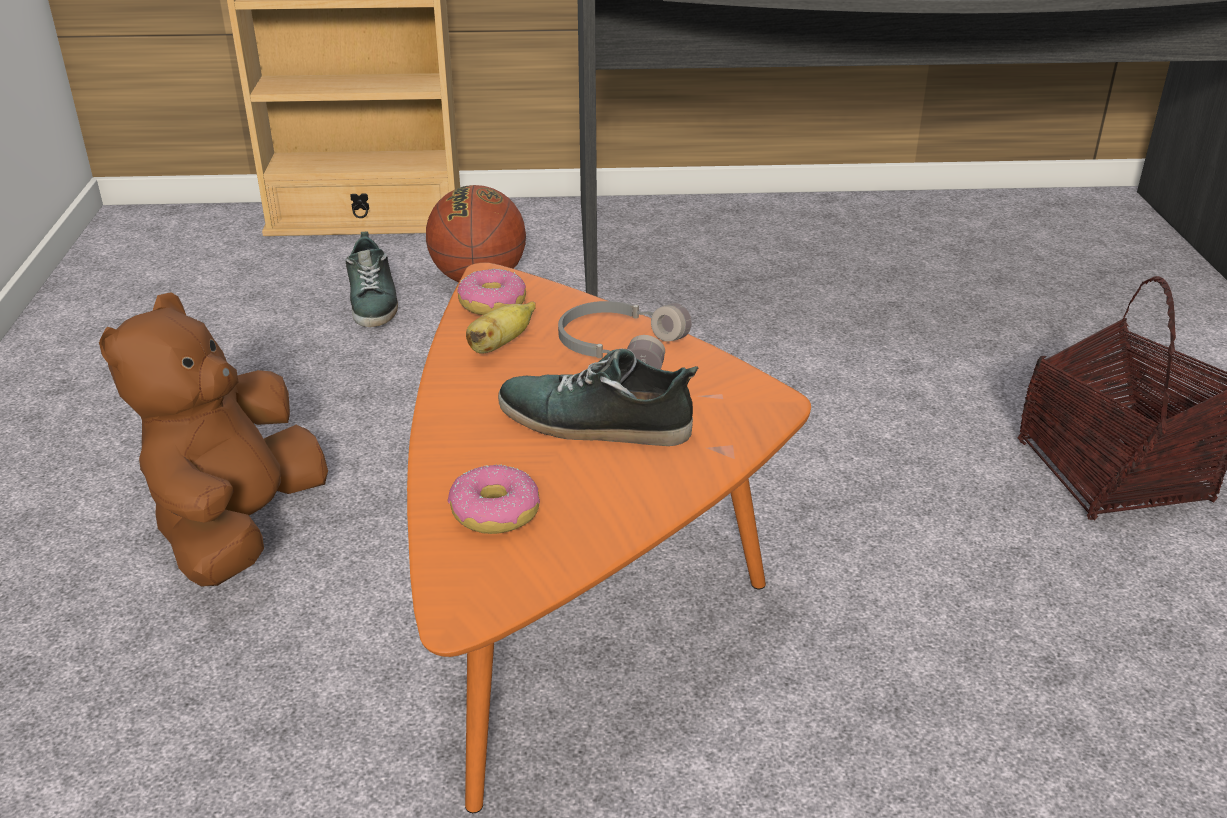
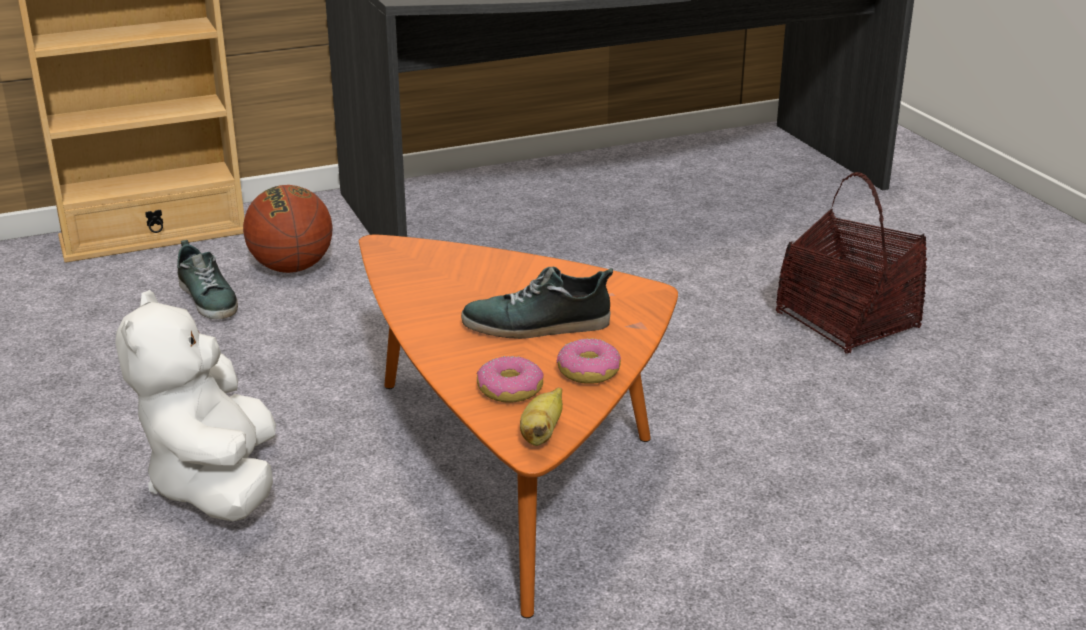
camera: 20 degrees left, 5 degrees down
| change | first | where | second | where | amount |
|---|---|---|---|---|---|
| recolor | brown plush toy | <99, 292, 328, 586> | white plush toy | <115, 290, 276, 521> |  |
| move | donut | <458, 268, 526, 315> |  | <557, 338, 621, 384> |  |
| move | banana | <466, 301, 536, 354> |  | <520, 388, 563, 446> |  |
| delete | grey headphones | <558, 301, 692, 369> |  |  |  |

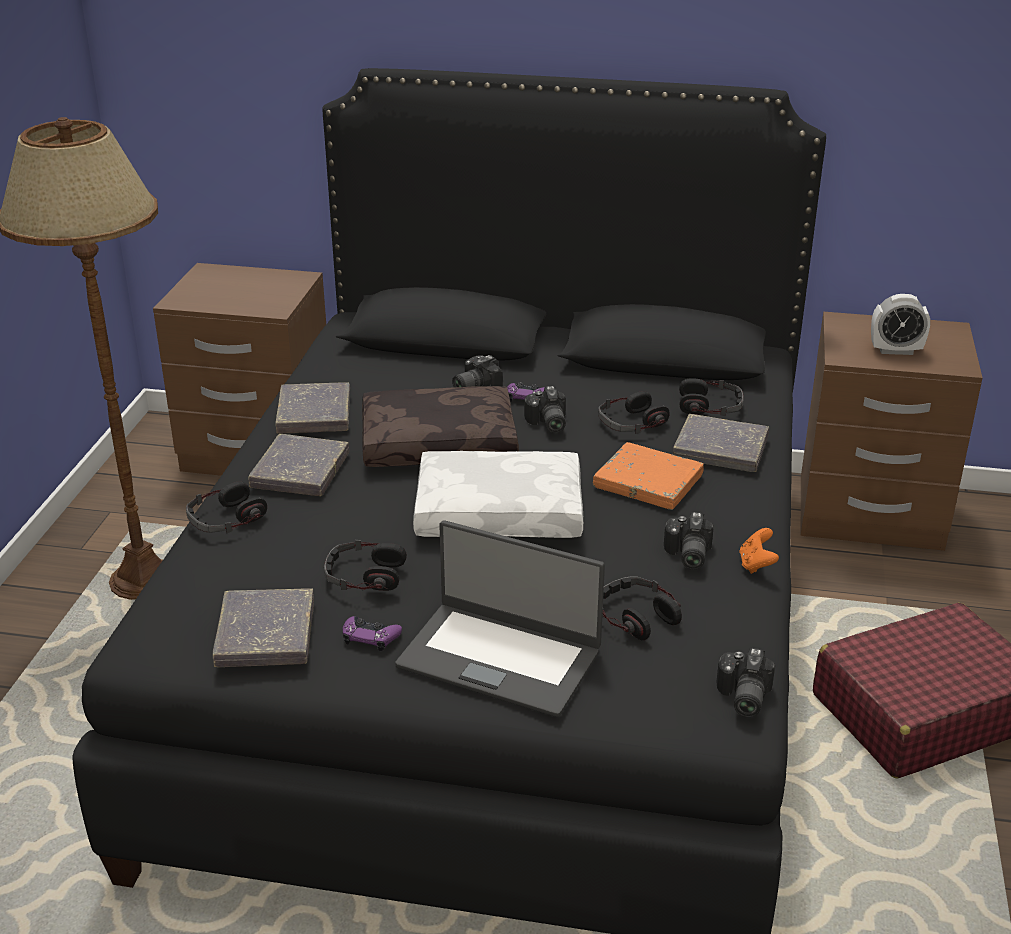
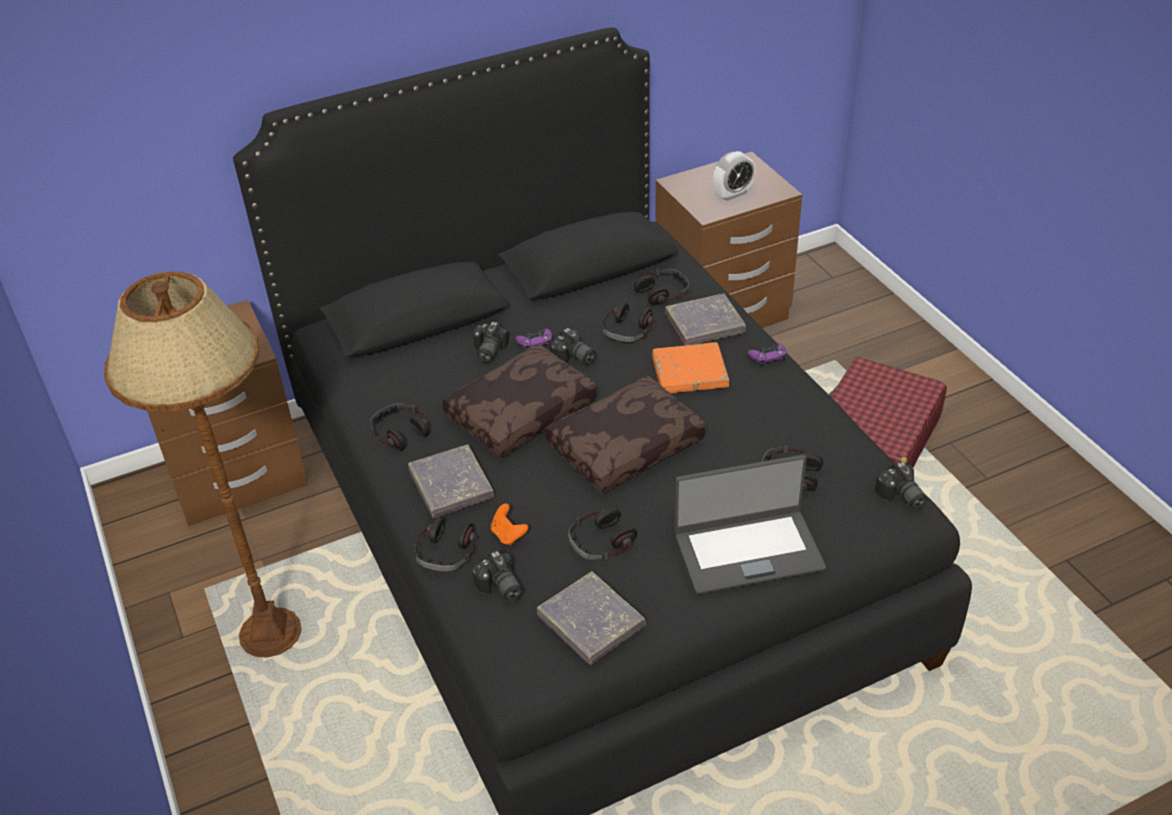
camera: 35 degrees left, 10 degrees up
| change | first | where | second | where | amount |
|---|---|---|---|---|---|
| replace | grey book | <275, 382, 350, 434> | headphones | <370, 403, 429, 450> |  |
| move | purple game controller | <343, 616, 402, 651> |  | <748, 343, 787, 367> |  |
| recolor | white pillow | <413, 451, 583, 538> | brown pillow | <545, 376, 706, 493> |  |
| move | photo camera | <664, 512, 714, 570> |  | <472, 550, 523, 602> |  |
| move | orange game controller | <739, 528, 779, 574> |  | <491, 504, 529, 545> |  |

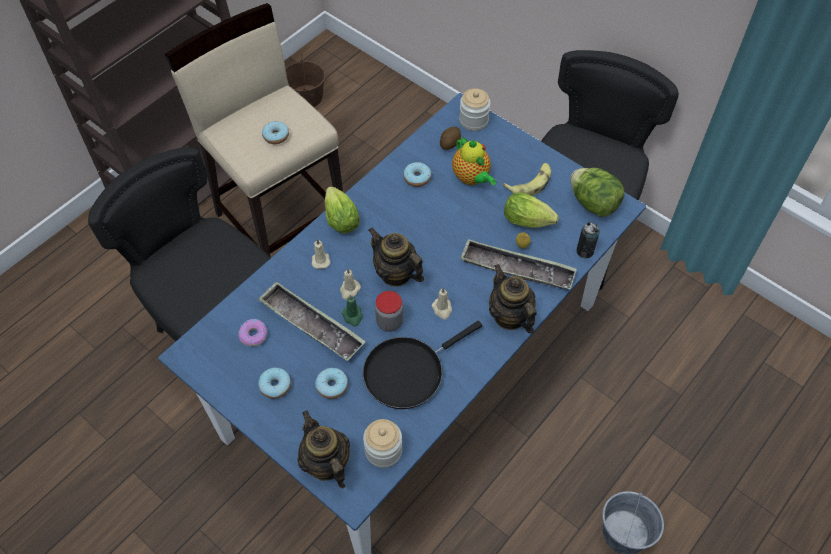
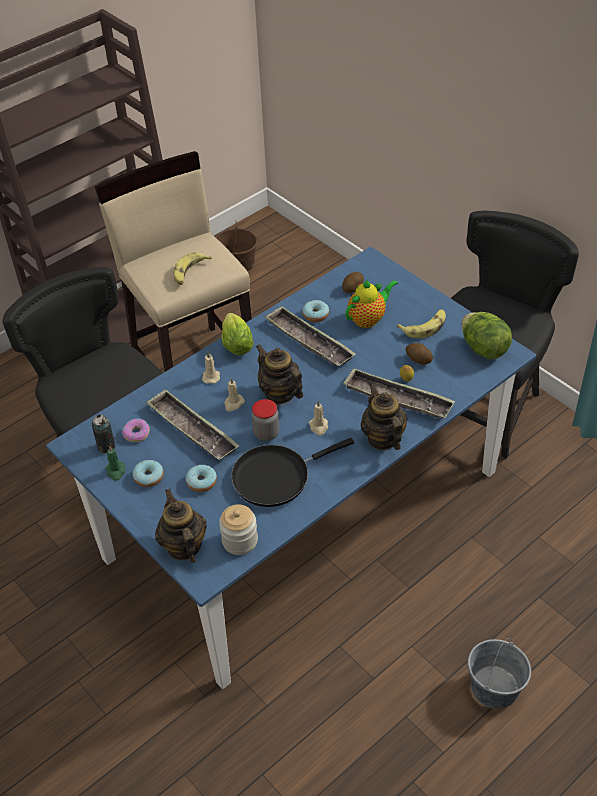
camera: 10 degrees right, 10 degrees down
| change | first | where | second | where | amount |
|---|---|---|---|---|---|
| replace | donut | <262, 121, 289, 144> | banana | <173, 252, 212, 285> |  |
| move | green candle | <342, 295, 362, 326> |  | <105, 445, 125, 481> |  |
| rotate | teapot | <452, 137, 496, 185> |  | <345, 280, 398, 328> | 105 degrees counterclockwise |
| delete | jar | <459, 88, 491, 131> |  |  |  |
| replace | lettuce | <504, 192, 559, 228> | potato | <406, 343, 433, 365> |  |
| move | can | <577, 222, 600, 258> |  | <92, 415, 116, 453> |  |
| insert |  |  | tray | <265, 306, 356, 366> |  |

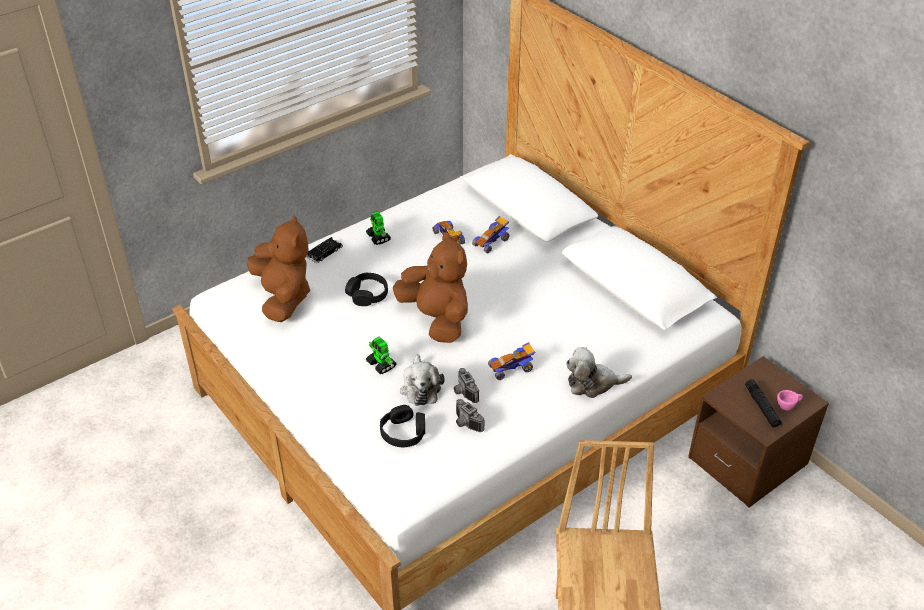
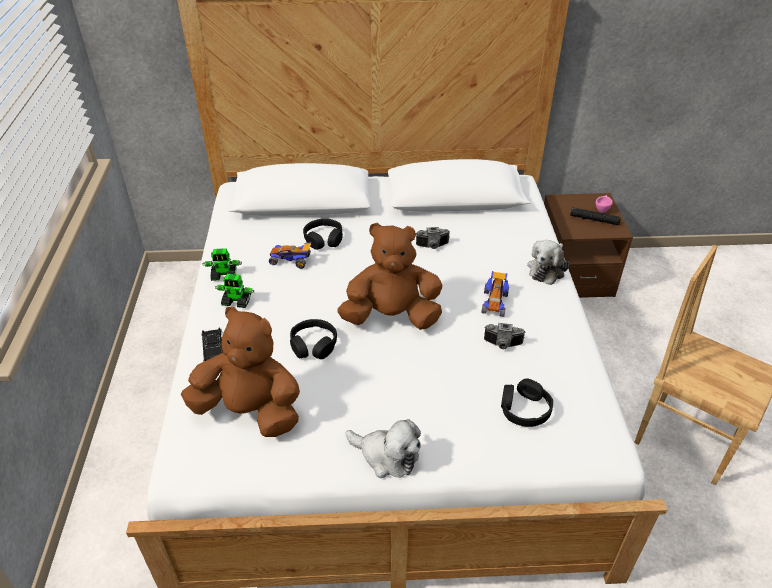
camera: 55 degrees left, 0 degrees up
| change | first | where | second | where | amount |
|---|---|---|---|---|---|
| move | toy robot | <366, 336, 397, 374> |  | <202, 248, 242, 281> |  |
| move | plush toy | <400, 354, 445, 406> |  | <346, 419, 421, 478> |  |
| move | photo camera | <456, 399, 484, 432> |  | <416, 227, 450, 249> |  |
| replace | toy car | <472, 216, 510, 253> | black headphones | <303, 219, 343, 250> |  |

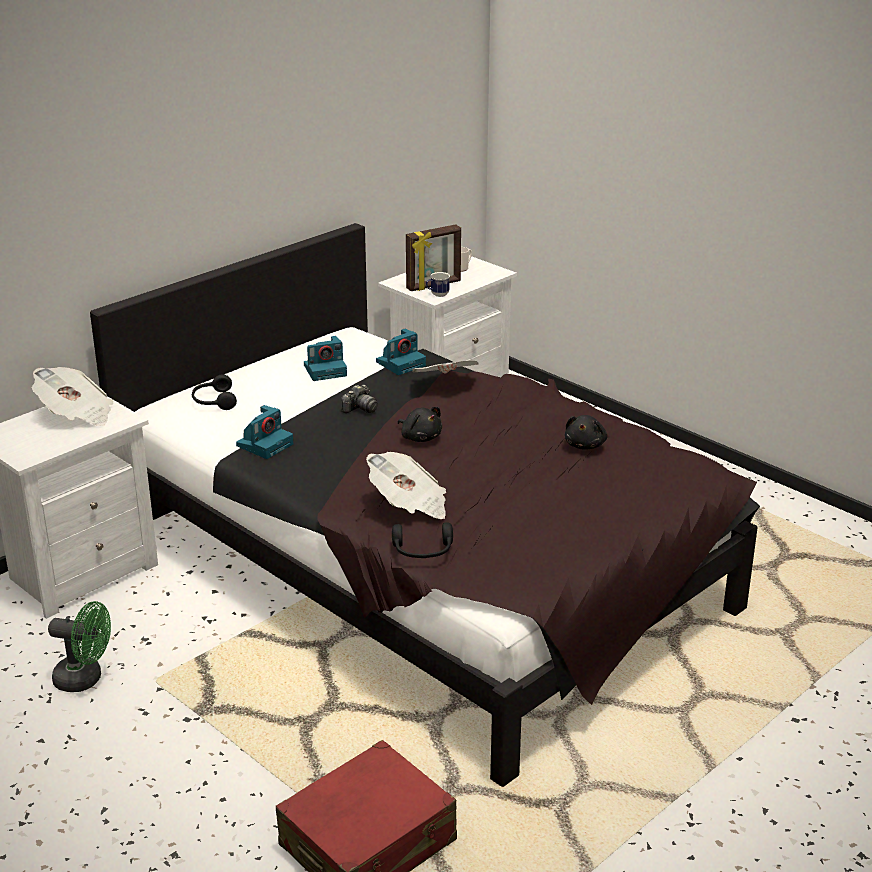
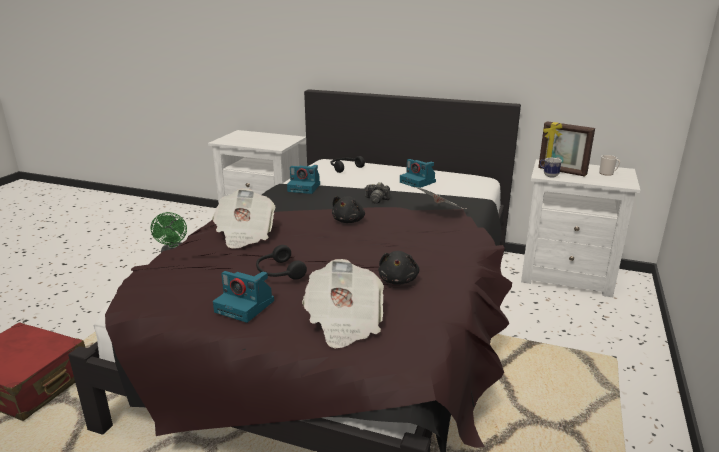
camera: 65 degrees right, 5 degrees down
| change | first | where | second | where | amount |
|---|---|---|---|---|---|
| move | newspaper | <32, 367, 113, 426> |  | <302, 259, 384, 349> |  |
| move | photo camera | <376, 329, 426, 375> |  | <213, 271, 274, 323> |  |
| move | black headphones | <392, 522, 453, 558> |  | <256, 245, 307, 280> |  |
| rotate | black plush toy | <565, 415, 607, 450> |  | <378, 251, 419, 285> | 75 degrees counterclockwise |

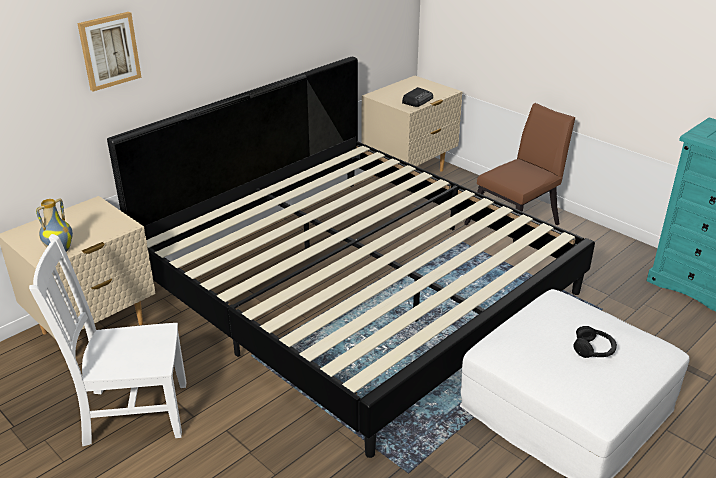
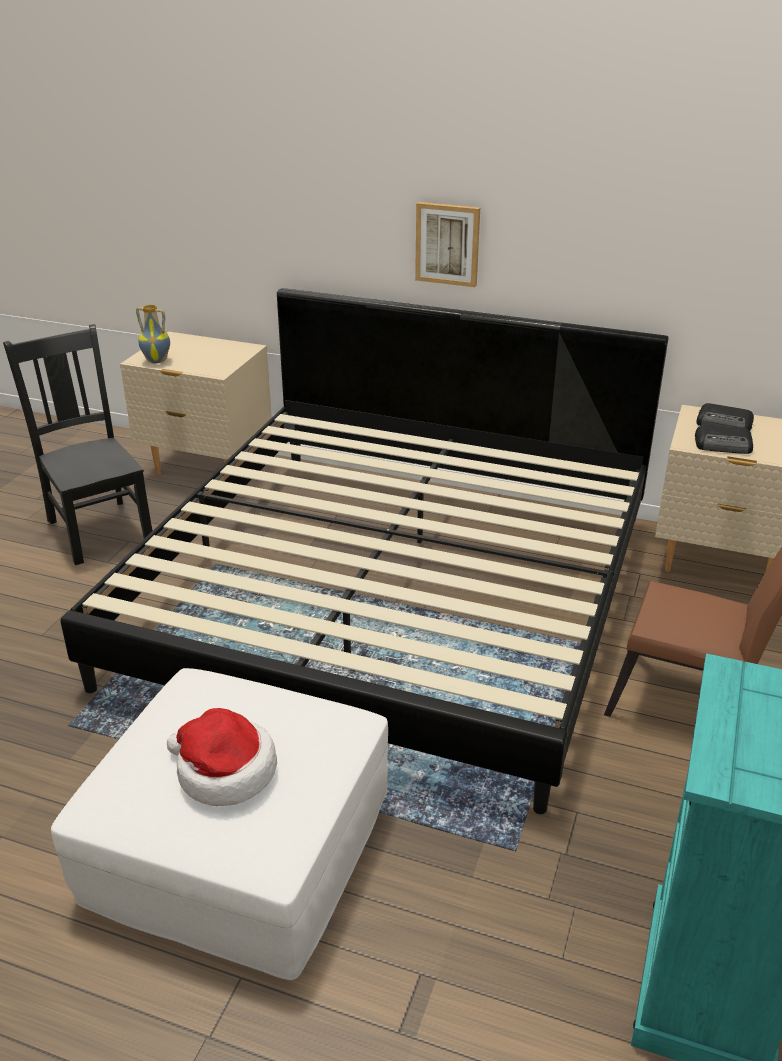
camera: 65 degrees right, 0 degrees up
| change | first | where | second | where | amount |
|---|---|---|---|---|---|
| recolor | white chair | <29, 234, 186, 446> | black chair | <3, 324, 152, 565> |  |
| move | picture | <77, 12, 142, 91> |  | <415, 202, 480, 287> |  |
| replace | black headphones | <574, 326, 617, 358> | hat | <167, 708, 277, 806> |  |
| insert |  |  | radio | <696, 403, 754, 430> |  |

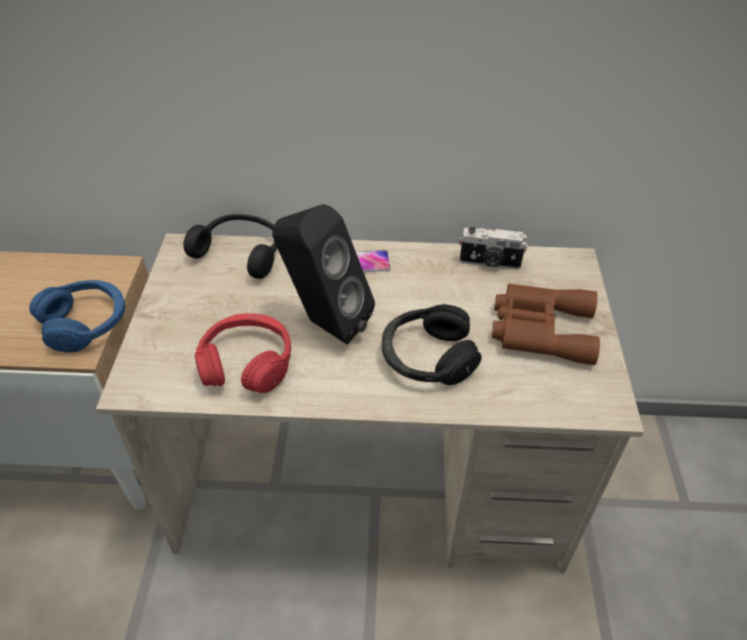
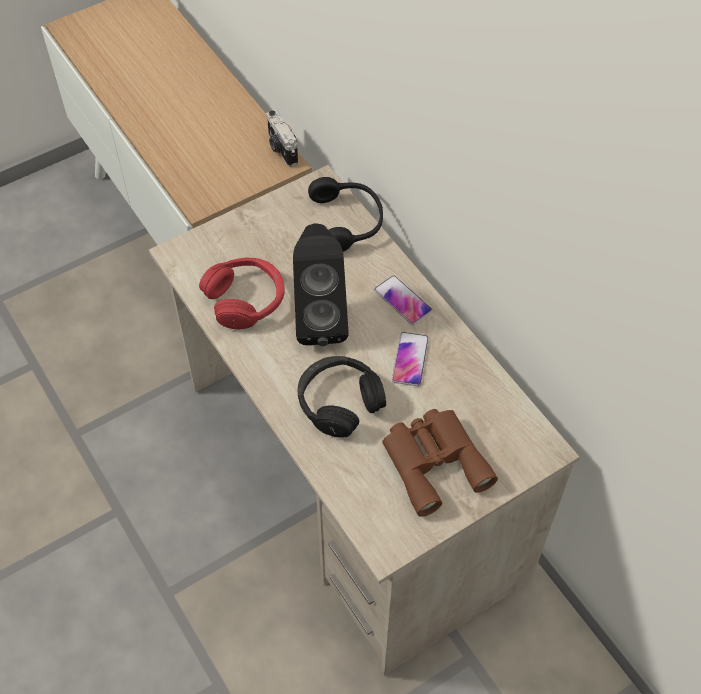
camera: 55 degrees right, 10 degrees up
| change | first | where | second | where | amount |
|---|---|---|---|---|---|
| delete | blue headphones | <29, 280, 125, 352> |  |  |  |
| move | photo camera | <459, 227, 528, 270> |  | <267, 110, 298, 167> |  |
| insert |  |  | phone | <392, 332, 429, 386> |  |

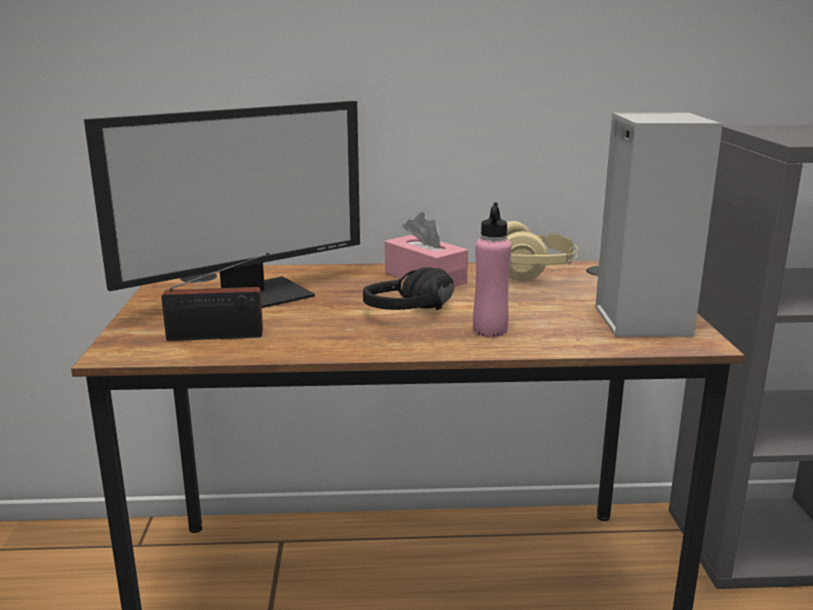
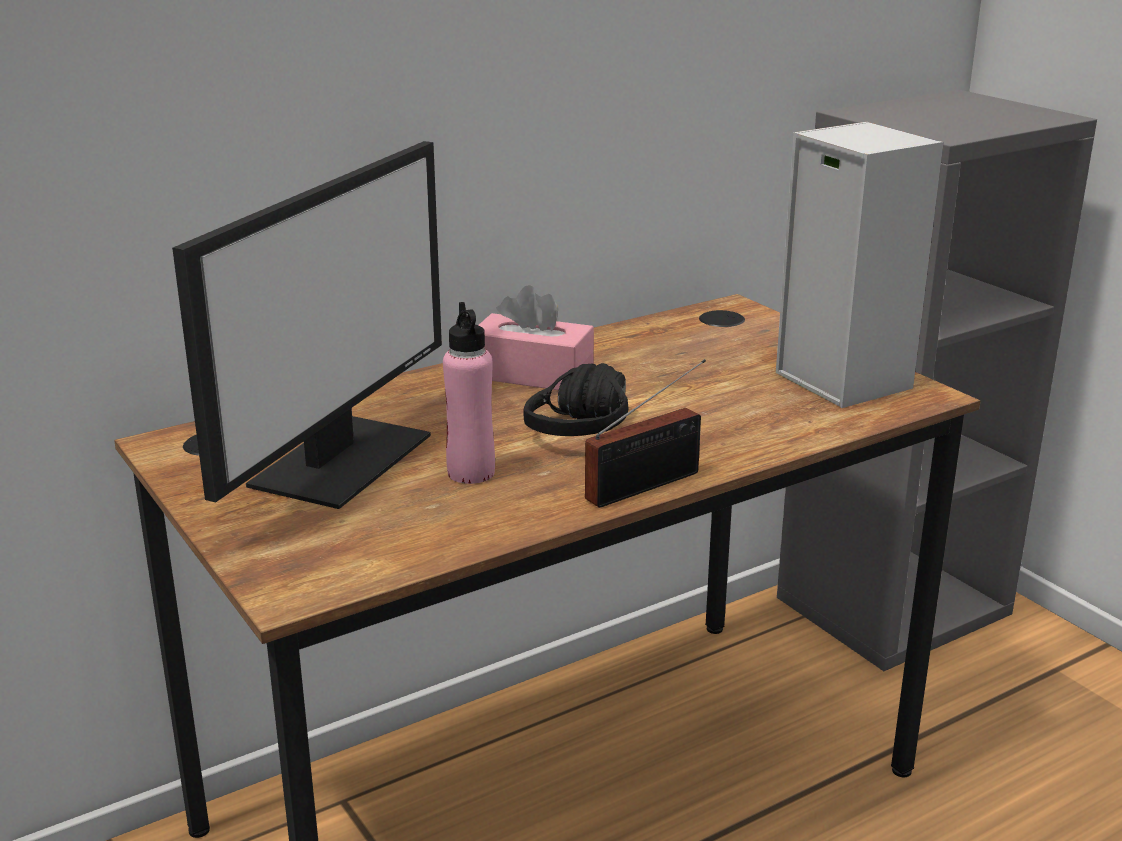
camera: 30 degrees left, 5 degrees up
| change | first | where | second | where | amount |
|---|---|---|---|---|---|
| move | radio | <161, 253, 269, 341> |  | <585, 359, 706, 508> |  |
| move | pink bottle | <473, 202, 512, 337> |  | <443, 302, 495, 484> |  |
| delete | beige headphones | <506, 221, 578, 281> |  |  |  |

